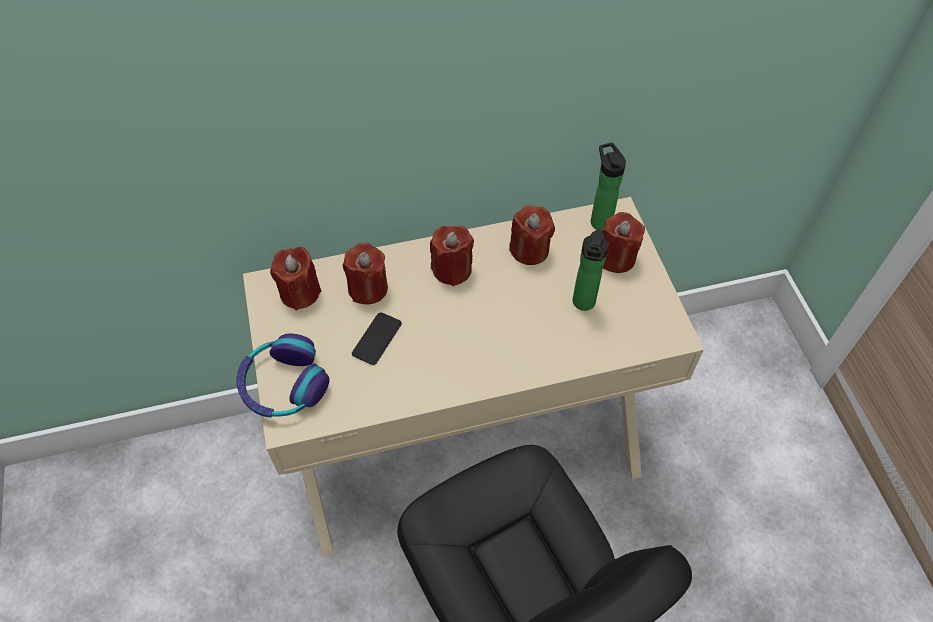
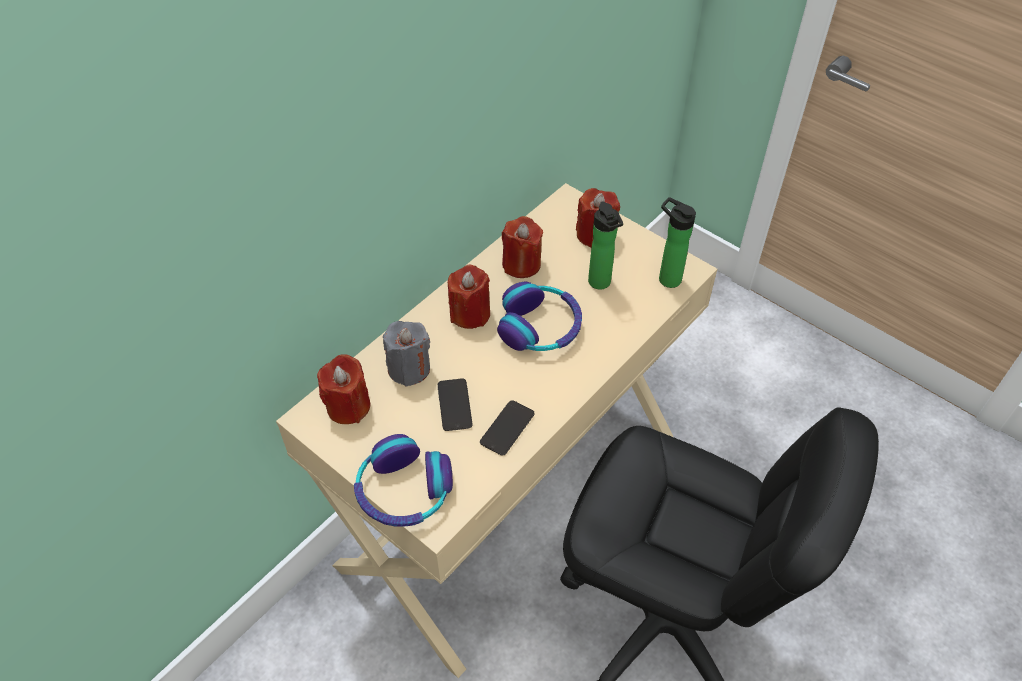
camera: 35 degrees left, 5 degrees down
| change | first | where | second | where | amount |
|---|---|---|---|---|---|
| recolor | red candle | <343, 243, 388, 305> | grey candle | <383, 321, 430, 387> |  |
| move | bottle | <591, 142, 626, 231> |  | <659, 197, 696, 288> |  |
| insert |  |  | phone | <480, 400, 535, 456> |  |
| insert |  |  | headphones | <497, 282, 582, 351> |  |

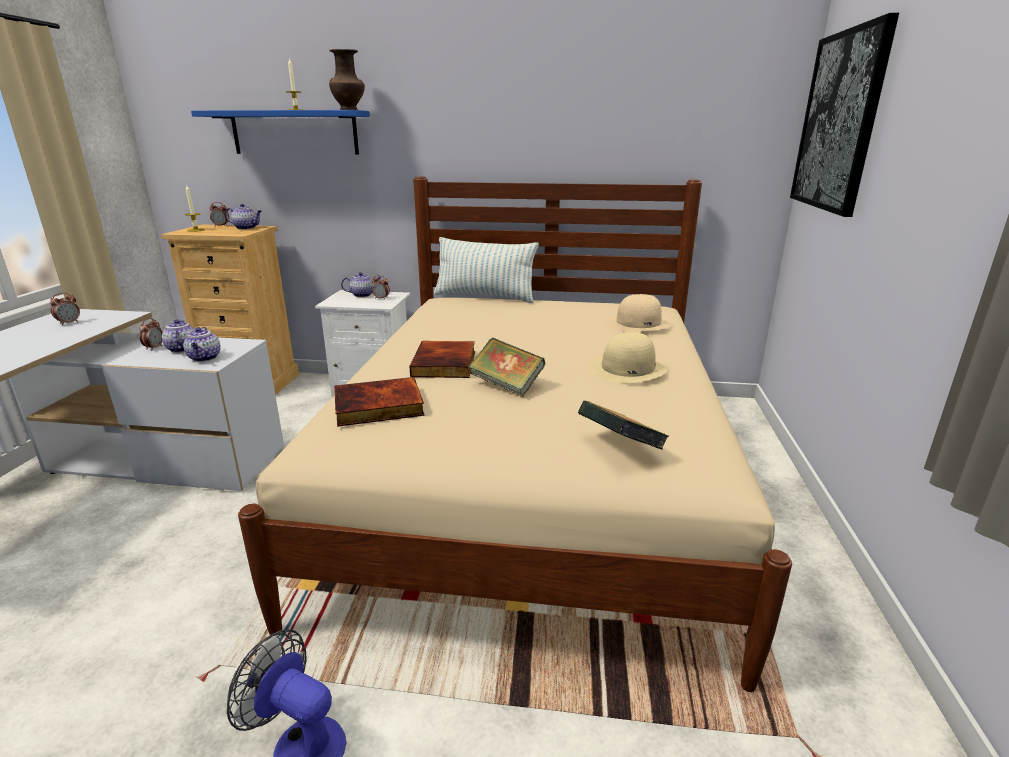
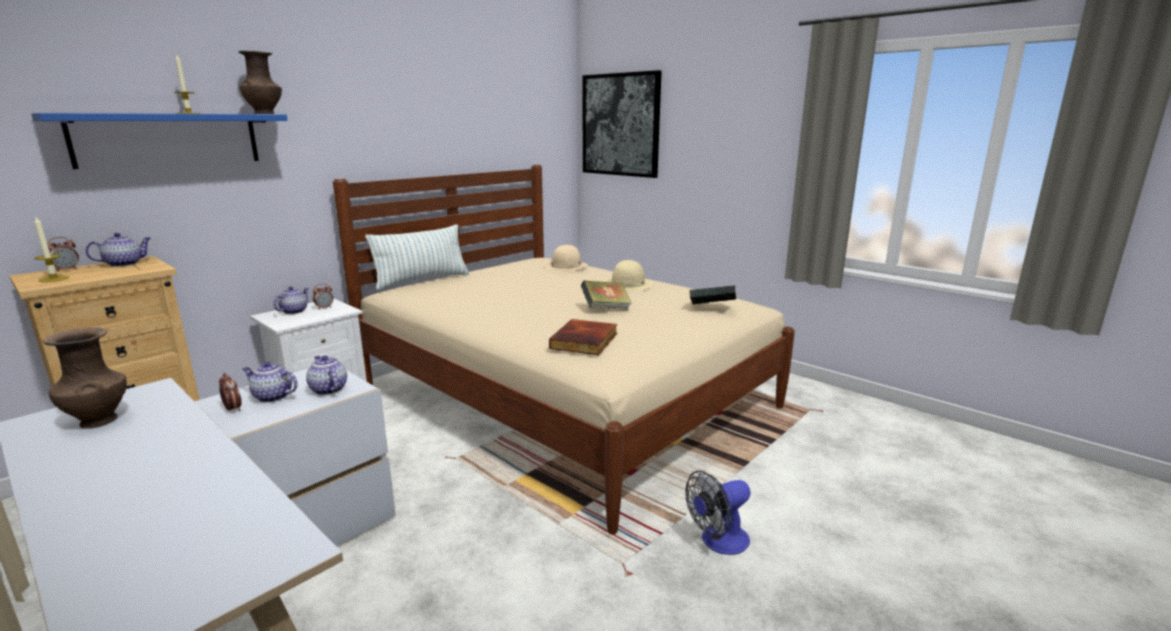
camera: 55 degrees left, 5 degrees down
| change | first | where | second | where | amount |
|---|---|---|---|---|---|
| replace | alarm clock | <50, 293, 80, 325> | brown vase | <43, 327, 127, 429> |  |
| rotate | teapot | <183, 327, 221, 362> |  | <306, 355, 347, 395> | 150 degrees counterclockwise |
| delete | book | <409, 341, 475, 378> |  |  |  |

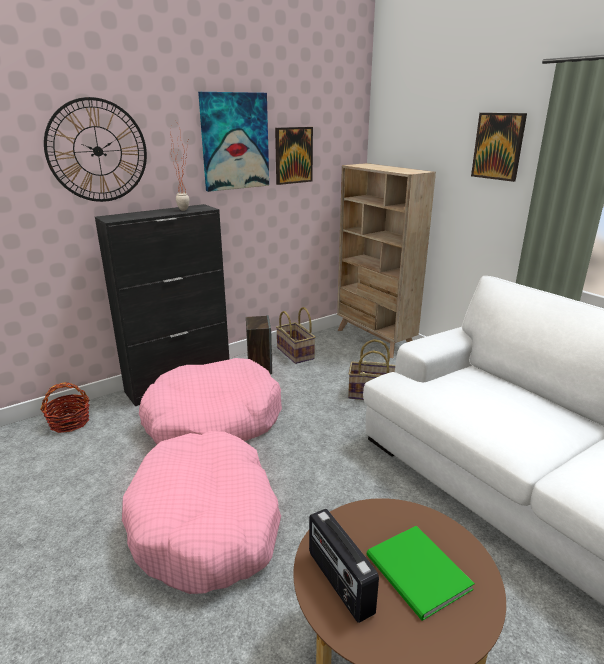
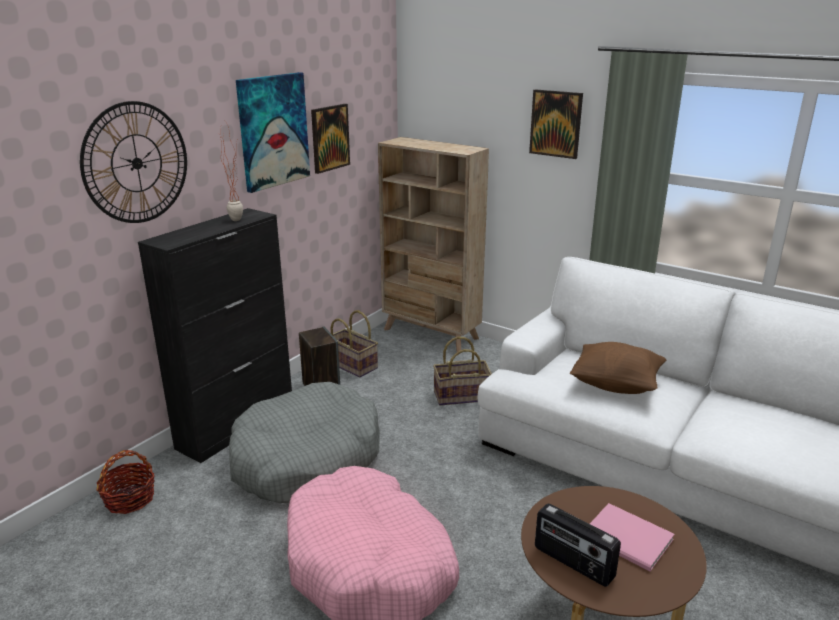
camera: 20 degrees left, 0 degrees up
| change | first | where | second | where | amount |
|---|---|---|---|---|---|
| recolor | pink dog bed | <139, 358, 282, 444> | grey dog bed | <229, 382, 380, 503> |  |
| recolor | green book | <367, 526, 475, 621> | pink book | <590, 503, 675, 571> |  |
| insert |  |  | brown pillow | <570, 342, 667, 394> |  |

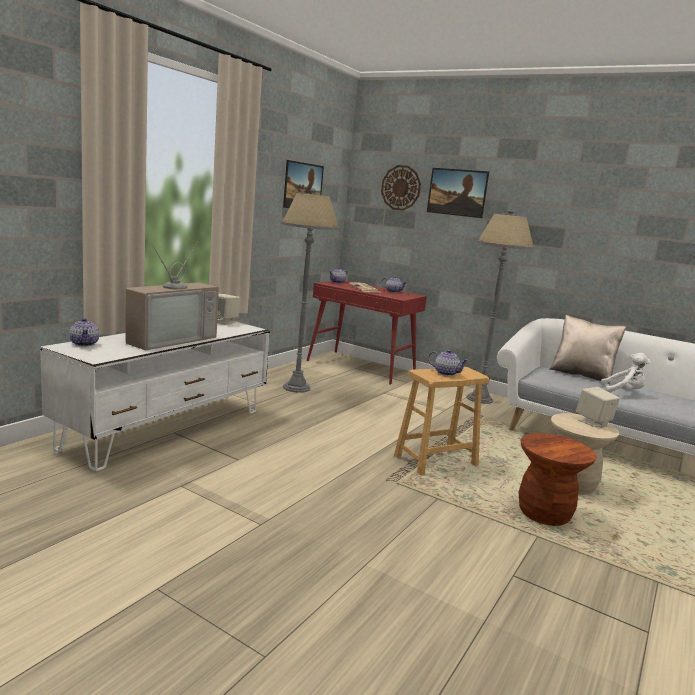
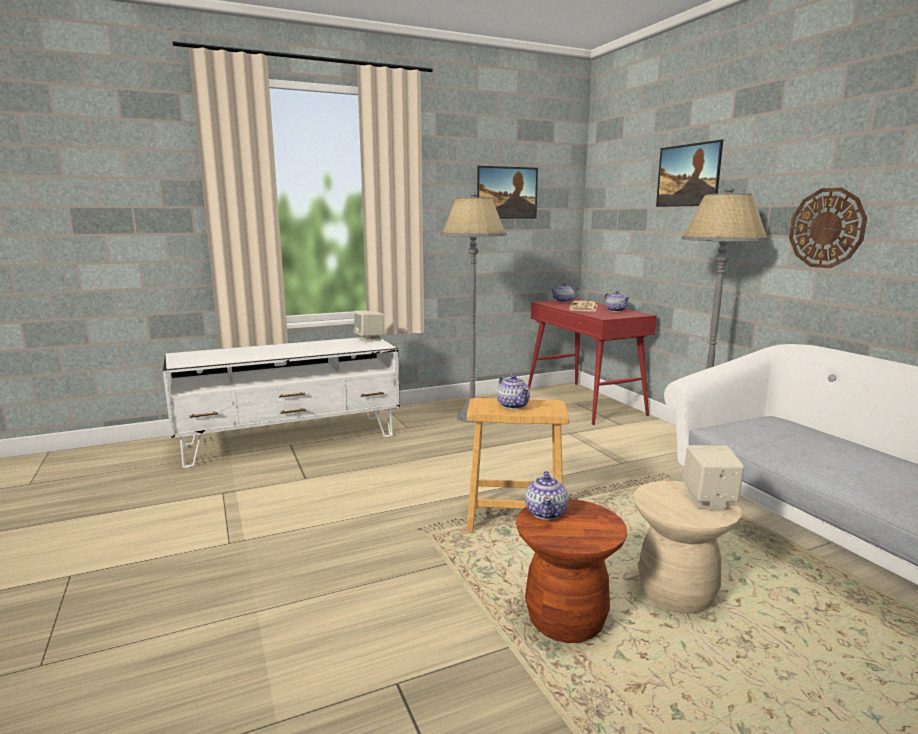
camera: 35 degrees right, 0 degrees up
| change | first | where | second | where | amount |
|---|---|---|---|---|---|
| move | teapot | <69, 318, 99, 346> |  | <525, 471, 568, 520> |  |
| delete | television | <125, 241, 219, 350> |  |  |  |
| move | wall clock | <381, 165, 421, 211> |  | <789, 188, 867, 268> |  |
| delete | beige pillow | <549, 315, 626, 384> |  |  |  |
| delete | white plush toy | <601, 353, 651, 393> |  |  |  |

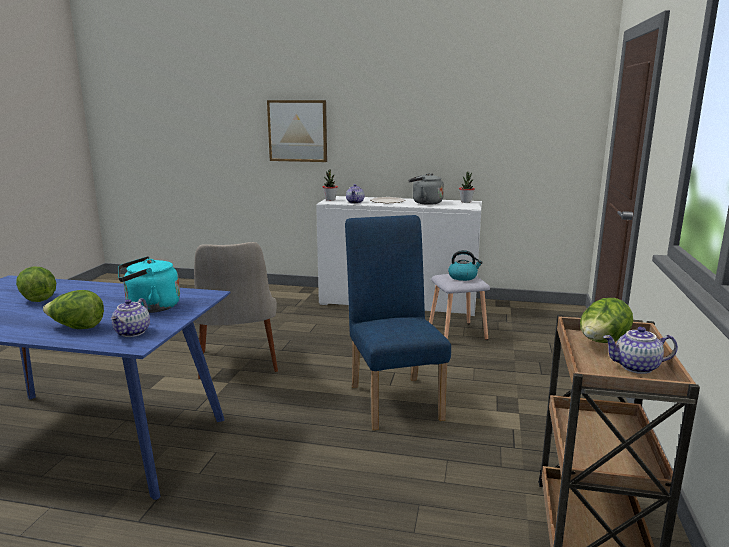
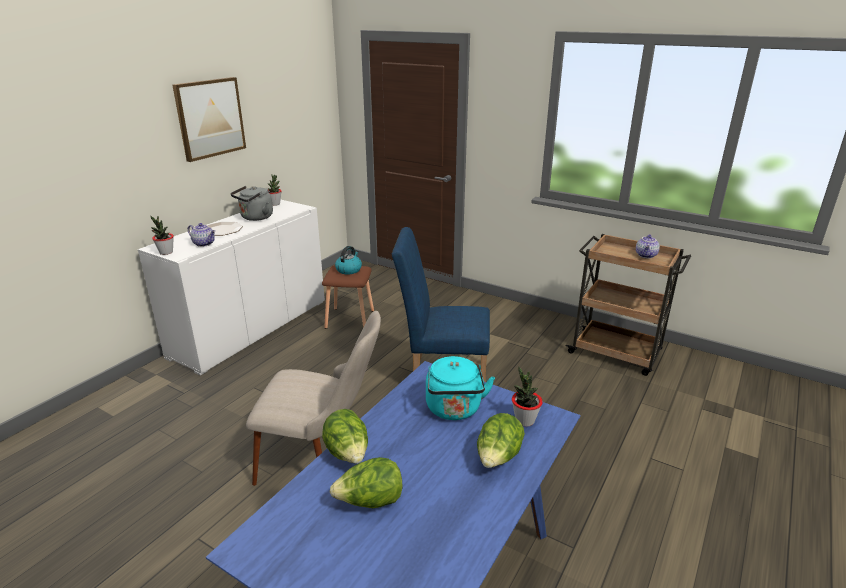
camera: 70 degrees left, 10 degrees up
| change | first | where | second | where | amount |
|---|---|---|---|---|---|
| replace | teapot | <110, 298, 150, 337> | potted plant | <512, 367, 543, 427> |  |
| move | picture | <267, 100, 327, 162> |  | <172, 77, 246, 162> |  |
| recolor | grey stool | <429, 274, 490, 340> | brown stool | <322, 265, 374, 329> |  |
| move | lettuce | <580, 298, 633, 343> |  | <322, 409, 368, 464> |  |

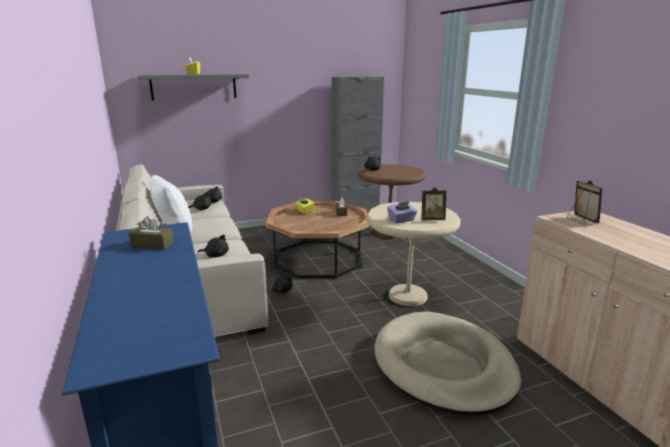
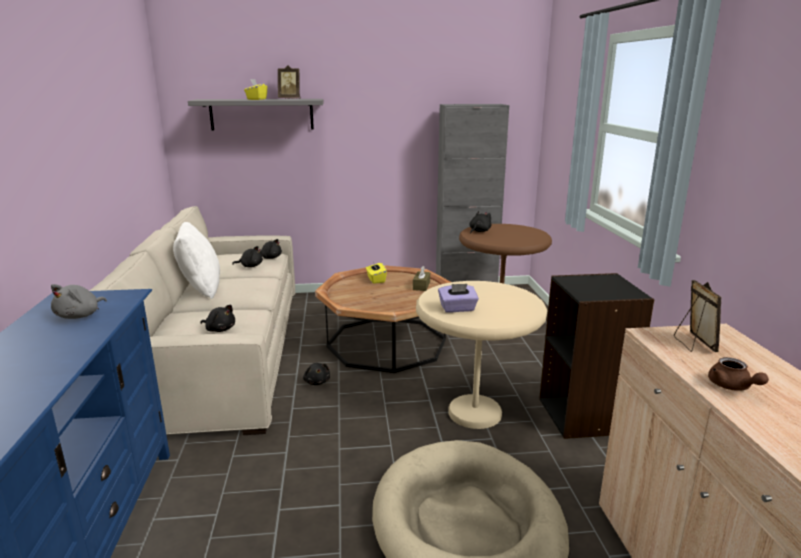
camera: 15 degrees right, 0 degrees up
| change | first | where | second | where | amount |
|---|---|---|---|---|---|
| replace | brown tissue box | <129, 216, 174, 250> | grey plush toy | <51, 284, 107, 319> |  |
| move | picture frame | <421, 187, 447, 221> |  | <278, 65, 301, 99> |  |
| insert |  |  | black bookcase | <539, 273, 654, 439> |  |
| insert |  |  | brown teapot | <708, 357, 769, 391> |  |

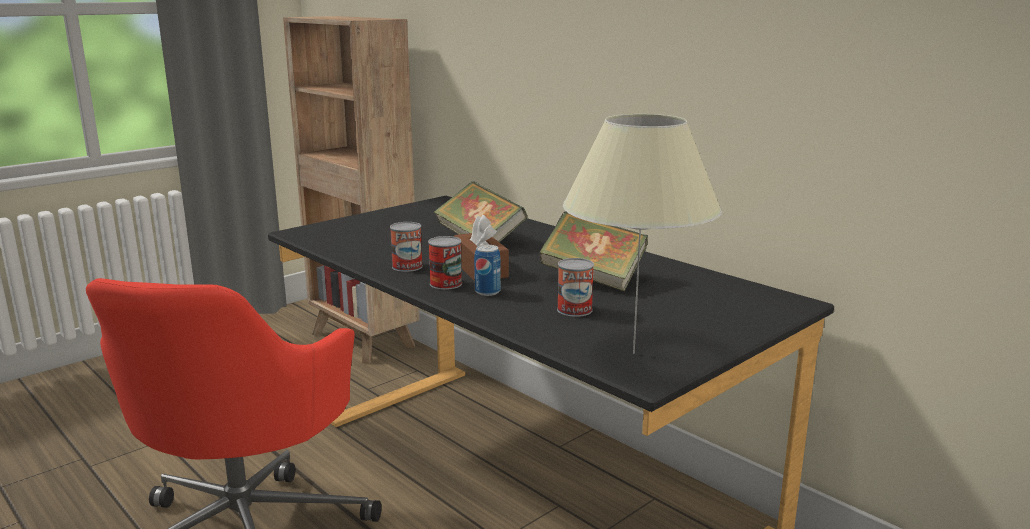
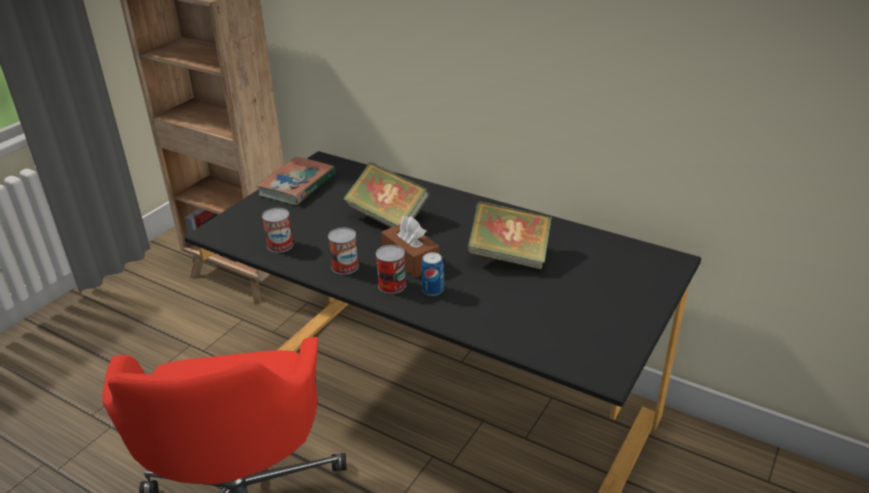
camera: 15 degrees left, 15 degrees up
| change | first | where | second | where | amount |
|---|---|---|---|---|---|
| move | can | <557, 258, 594, 317> |  | <262, 208, 294, 253> |  |
| delete | beige table lamp | <563, 114, 722, 354> |  |  |  |
| insert |  |  | book | <256, 157, 336, 205> |  |

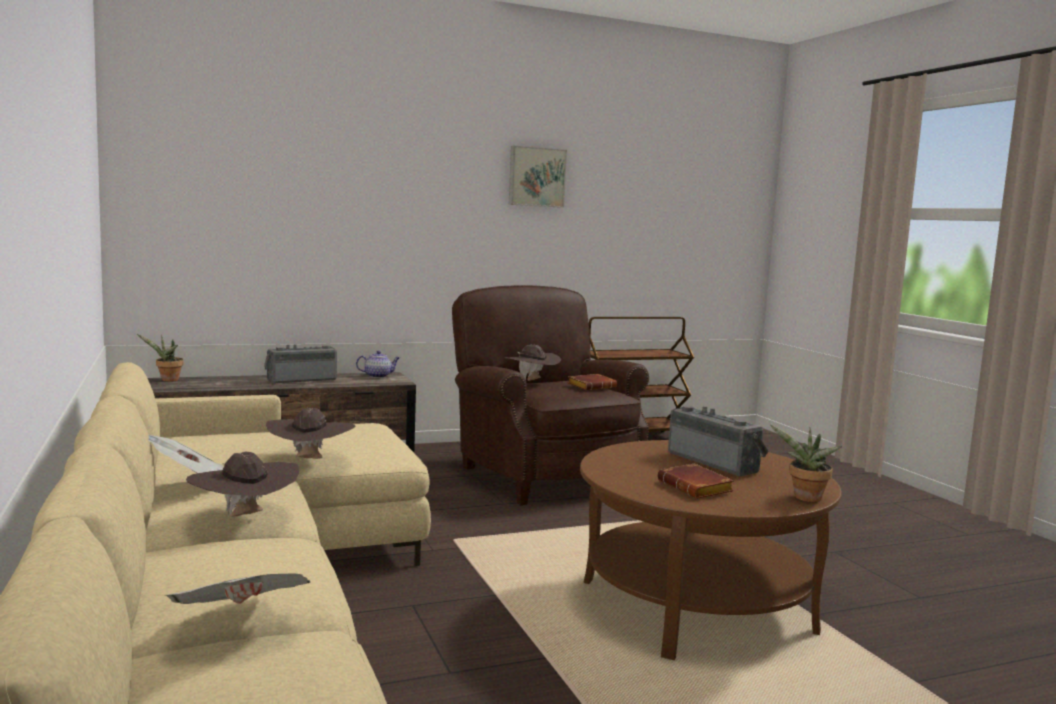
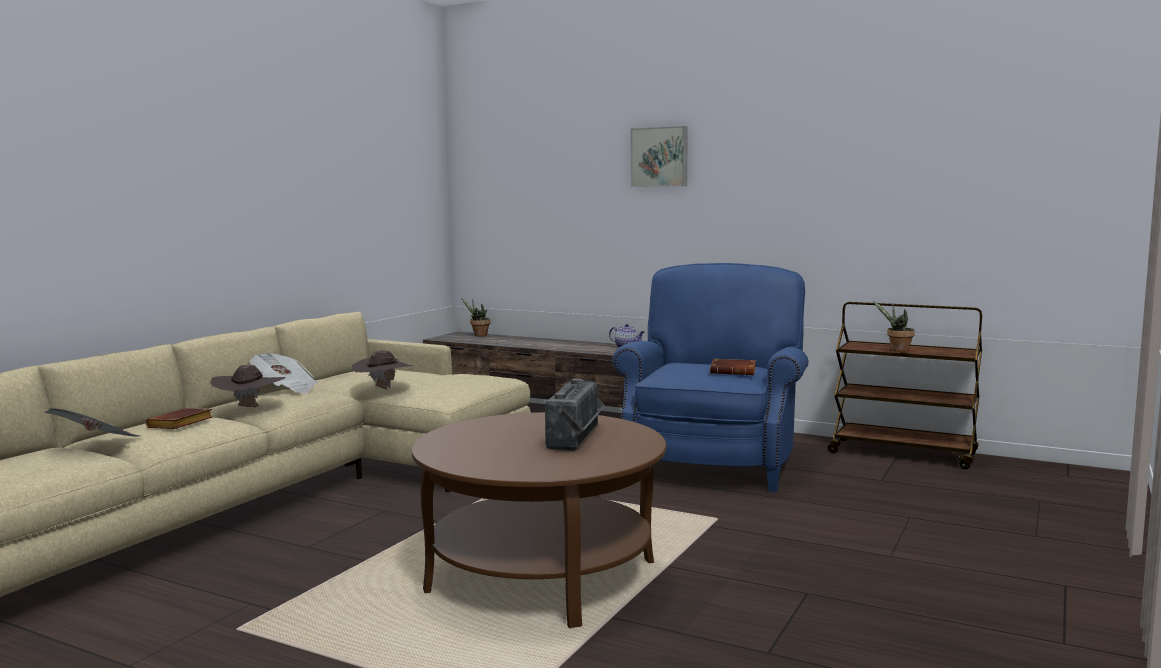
camera: 50 degrees right, 0 degrees up
| change | first | where | second | where | amount |
|---|---|---|---|---|---|
| delete | radio | <264, 344, 337, 384> |  |  |  |
| recolor | brown armchair | <452, 285, 649, 505> | blue armchair | <612, 263, 809, 492> |  |
| delete | brown hat | <507, 345, 561, 381> |  |  |  |
| move | picture | <509, 146, 567, 208> |  | <631, 126, 688, 187> |  |
| move | brown book | <657, 463, 734, 498> |  | <146, 408, 213, 429> |  |
| move | potted plant | <770, 425, 842, 502> |  | <873, 301, 915, 352> |  |

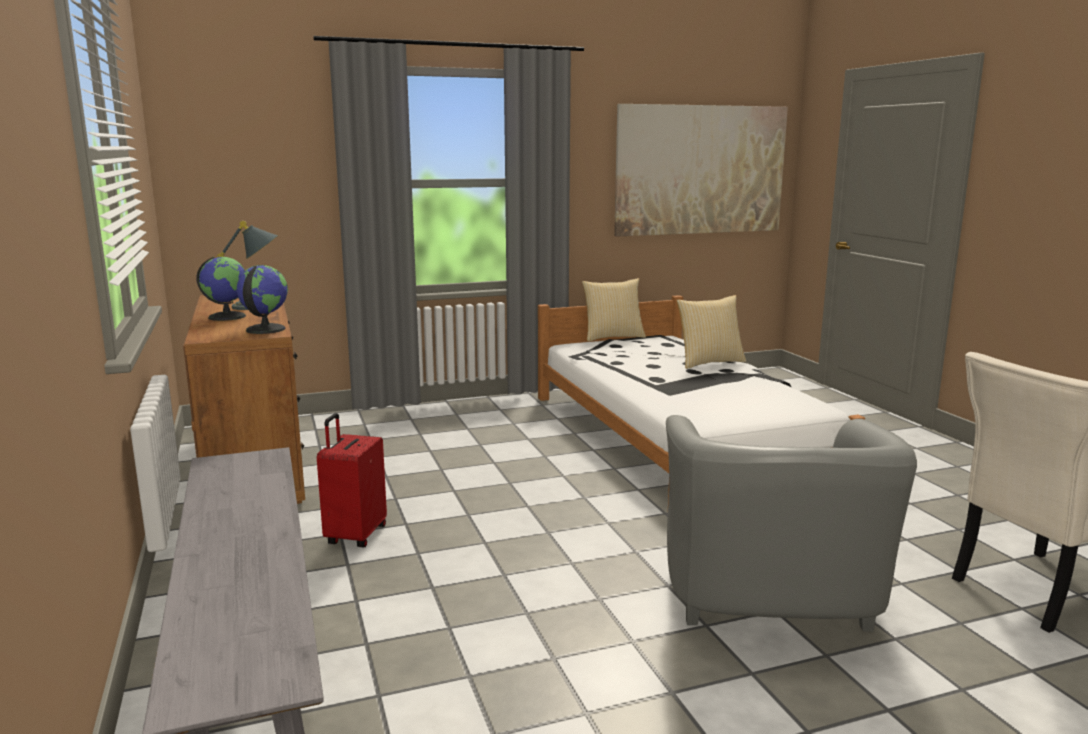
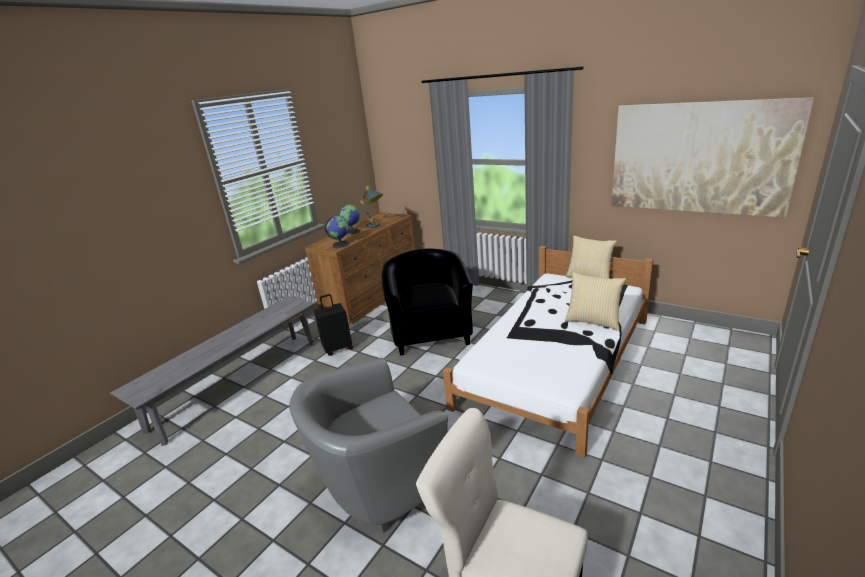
camera: 55 degrees right, 10 degrees up
| change | first | where | second | where | amount |
|---|---|---|---|---|---|
| recolor | red suitcase | <317, 413, 387, 547> | black suitcase | <314, 294, 353, 356> |  |
| insert |  |  | black armchair | <382, 248, 473, 356> |  |

